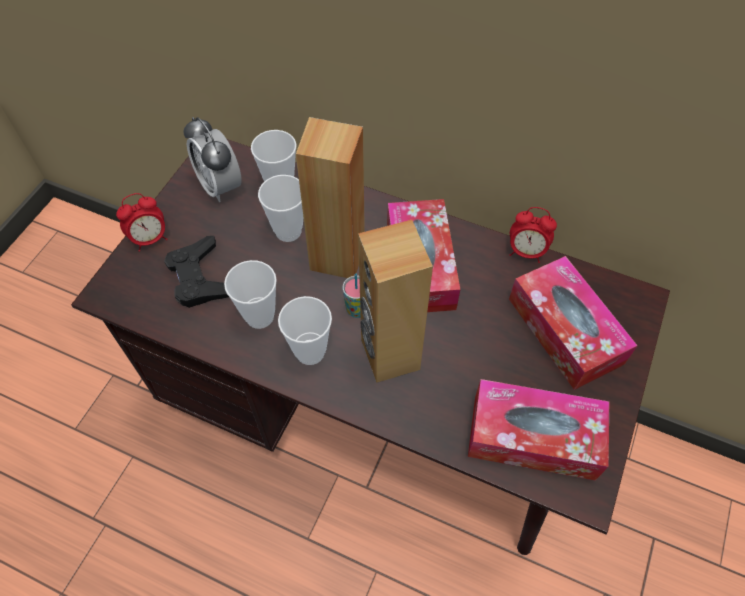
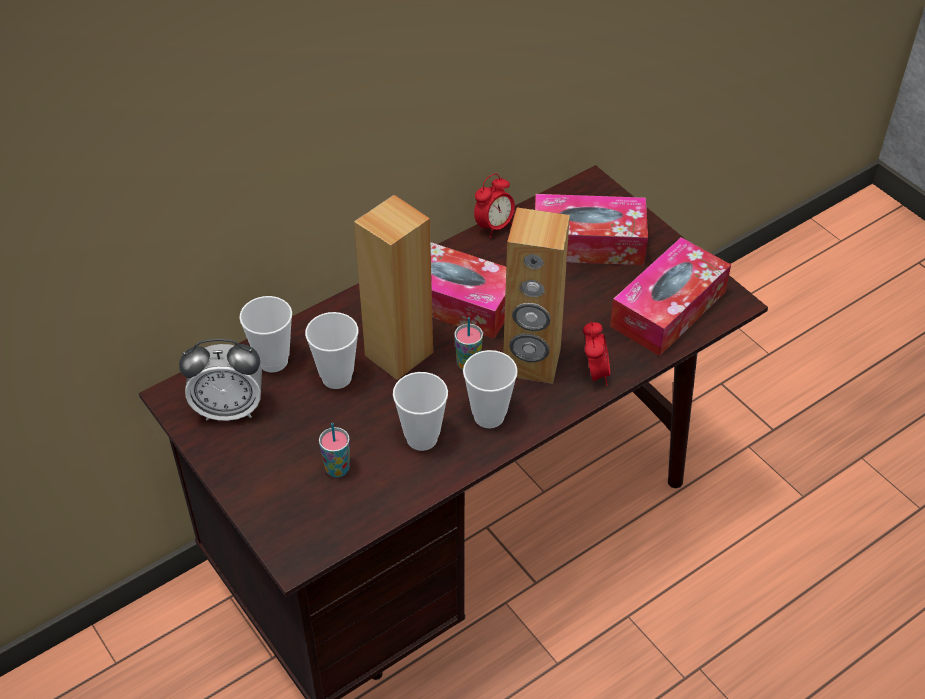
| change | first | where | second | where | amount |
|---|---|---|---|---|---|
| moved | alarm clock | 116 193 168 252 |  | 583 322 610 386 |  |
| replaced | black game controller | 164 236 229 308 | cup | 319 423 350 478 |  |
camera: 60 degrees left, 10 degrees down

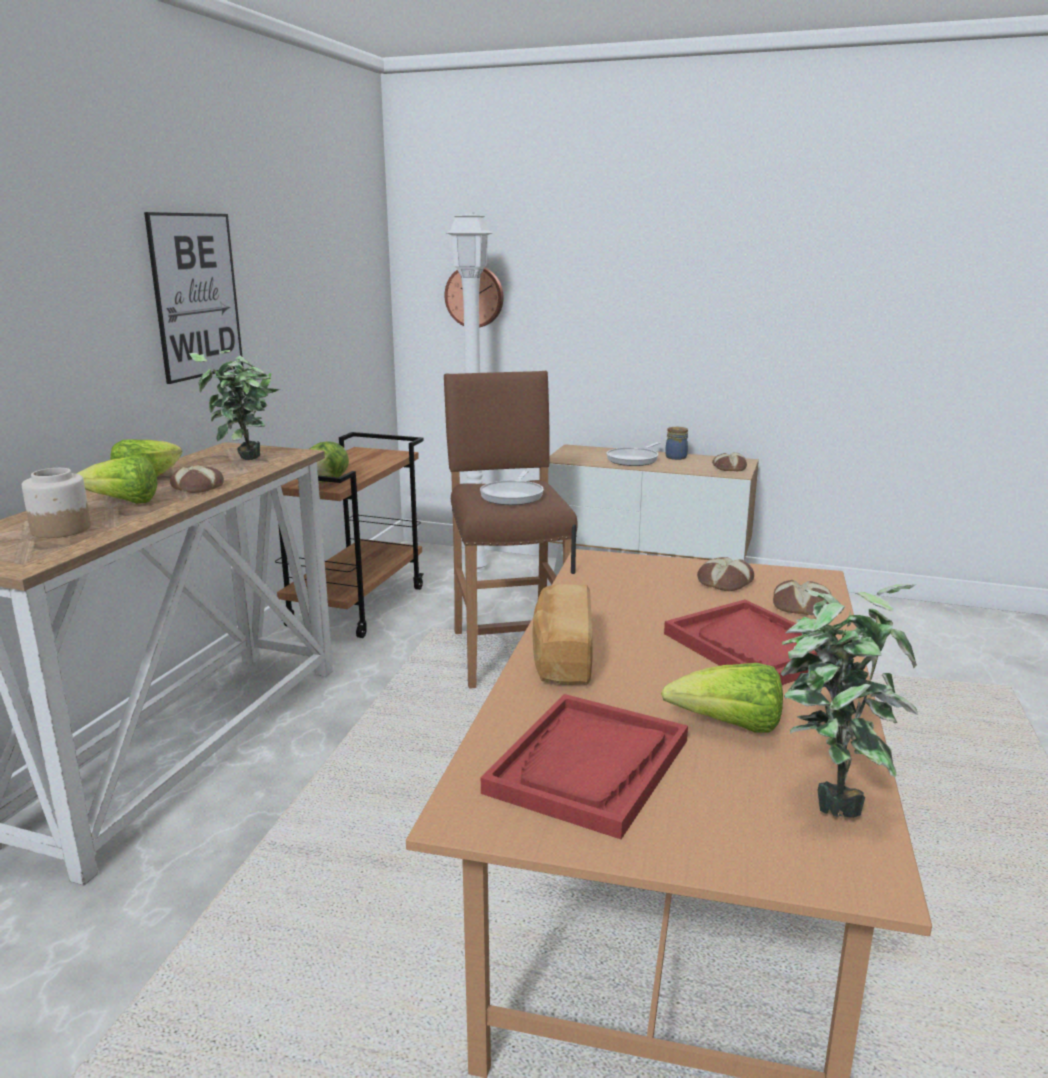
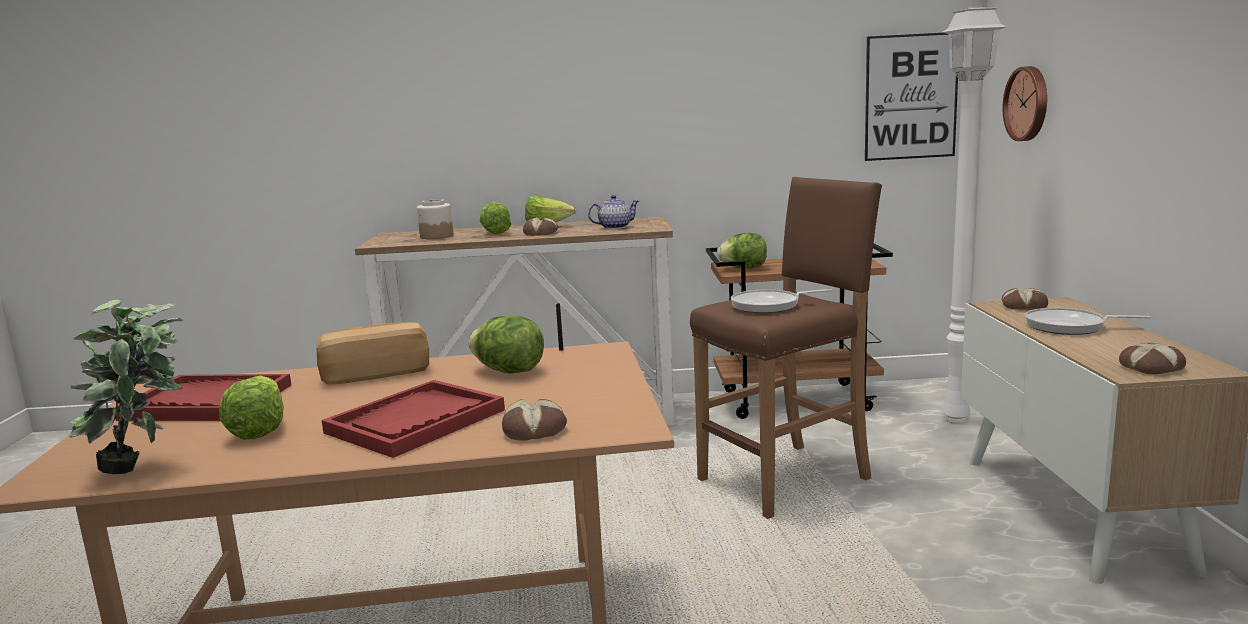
| change | first | where | second | where | amount |
|---|---|---|---|---|---|
| moved | picture | 144 212 243 384 |  | 865 33 958 161 |  |
| replaced | potted plant | 189 350 280 460 | teapot | 588 195 639 229 |  |
| removed | jar | 665 427 688 460 |  |  |  |
| moved | bread | 697 557 754 591 |  | 1002 288 1048 310 |  |
| added |  |  | lettuce | 468 315 544 374 |  |
camera: 70 degrees right, 5 degrees down

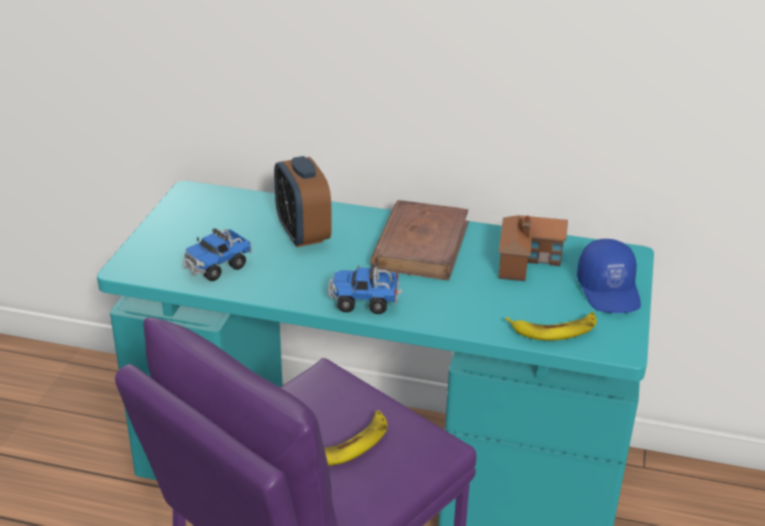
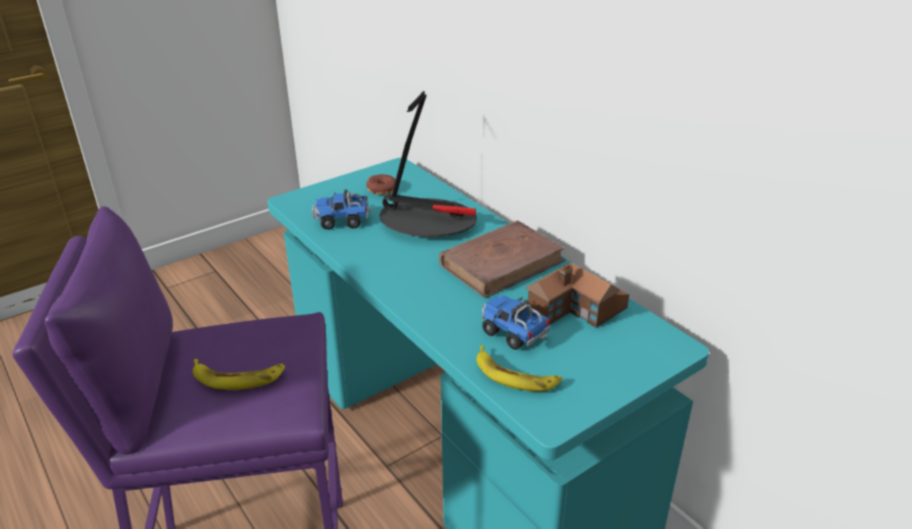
| change | first | where | second | where | amount |
|---|---|---|---|---|---|
| replaced | alarm clock | 274 156 332 247 | table lamp | 380 91 477 237 |  |
| moved | toy truck | 327 264 402 314 |  | 481 296 550 350 |  |
| removed | blue cap | 577 239 641 313 |  |  |  |
| added |  |  | donut | 366 174 396 195 |  |
camera: 40 degrees right, 0 degrees up

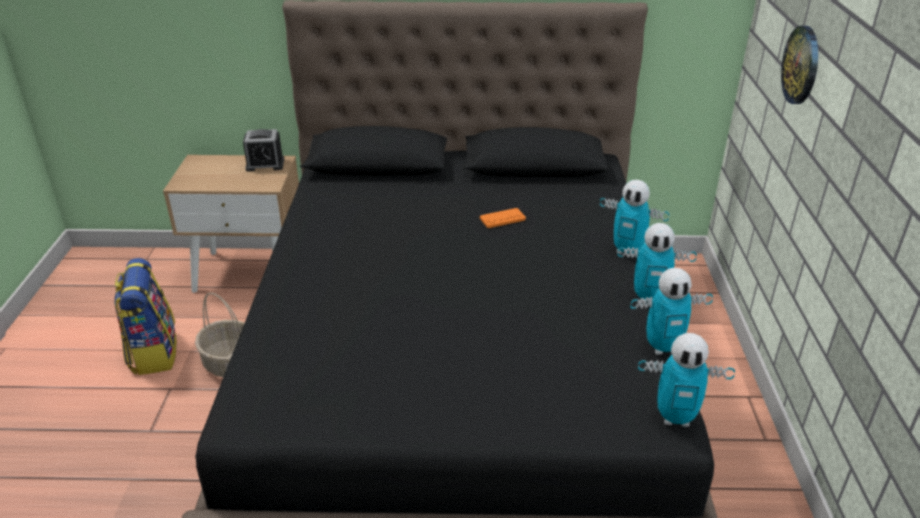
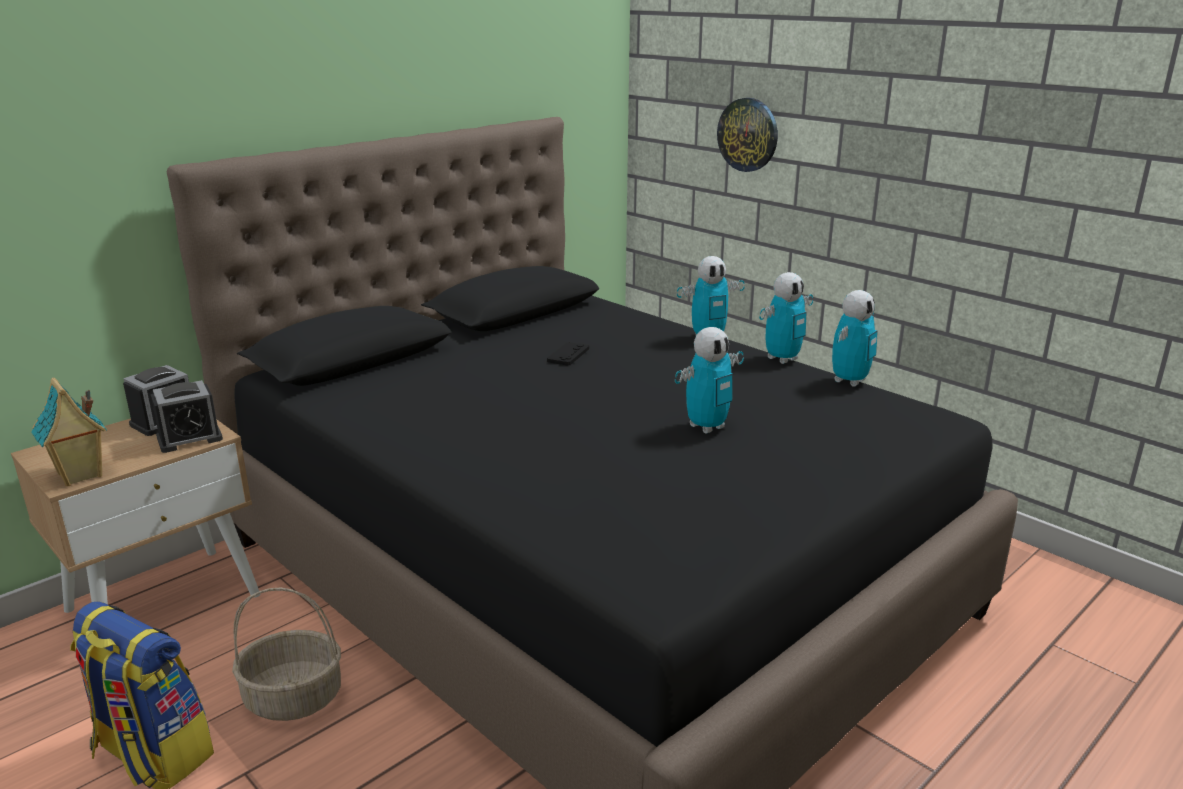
| change | first | where | second | where | amount |
|---|---|---|---|---|---|
| recoloured | orange game controller | 480 208 526 228 | black game controller | 547 342 589 366 |  |
| moved | toy robot | 638 333 735 427 |  | 675 327 744 434 |  |
| added |  |  | toy house | 31 377 107 486 |  |
| added |  |  | alarm clock | 151 380 223 453 |  |
camera: 45 degrees left, 10 degrees down

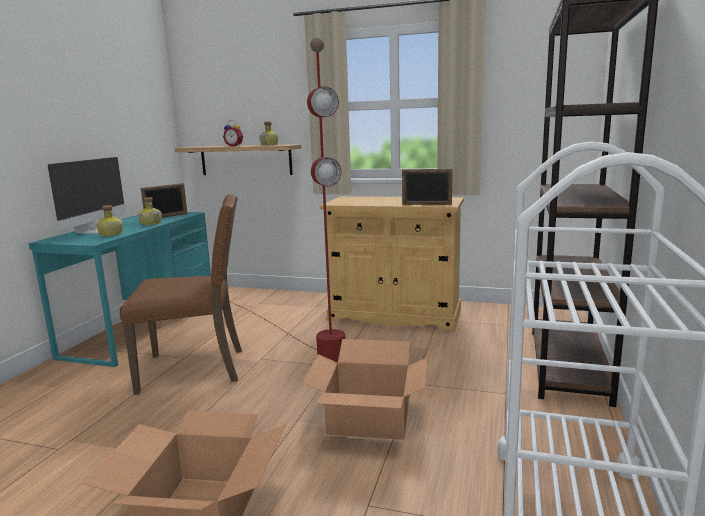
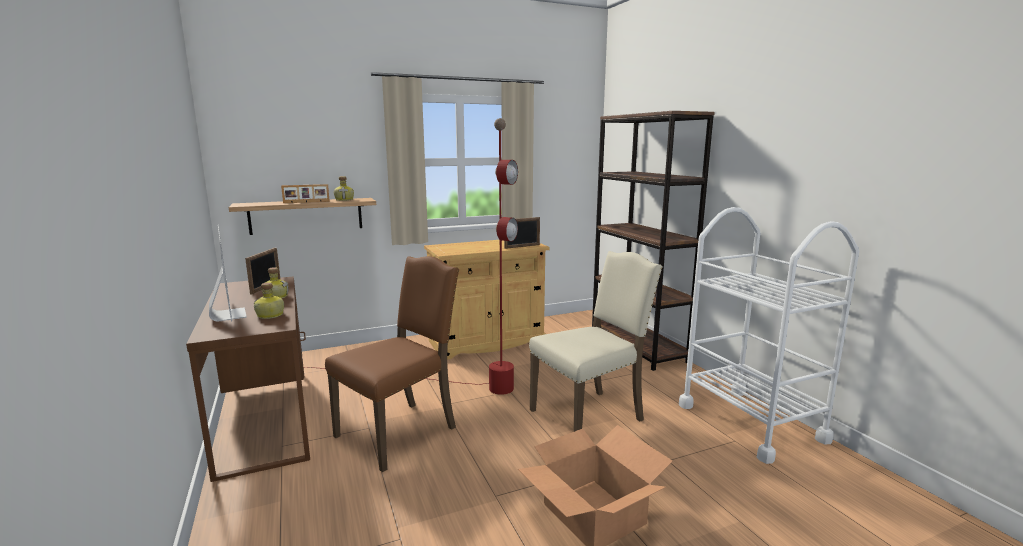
| change | first | where | second | where | amount |
|---|---|---|---|---|---|
| recoloured | turquoise desk | 29 212 211 367 | brown desk | 186 276 310 482 |  |
| replaced | alarm clock | 223 120 243 146 | picture frame | 281 184 330 203 |  |
| replaced | cardboard box | 303 339 428 440 | beige chair | 529 251 663 432 |  |
camera: 40 degrees left, 0 degrees up

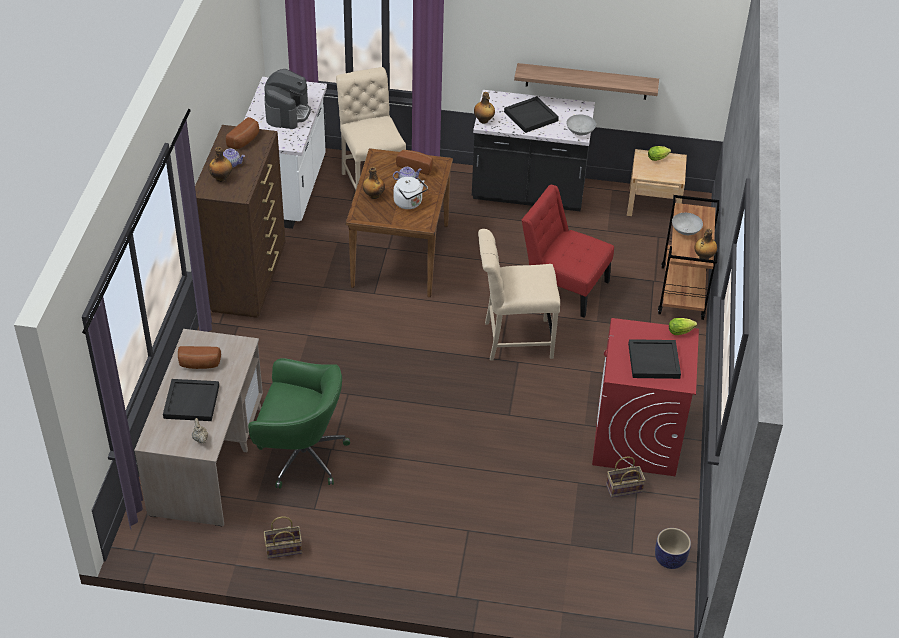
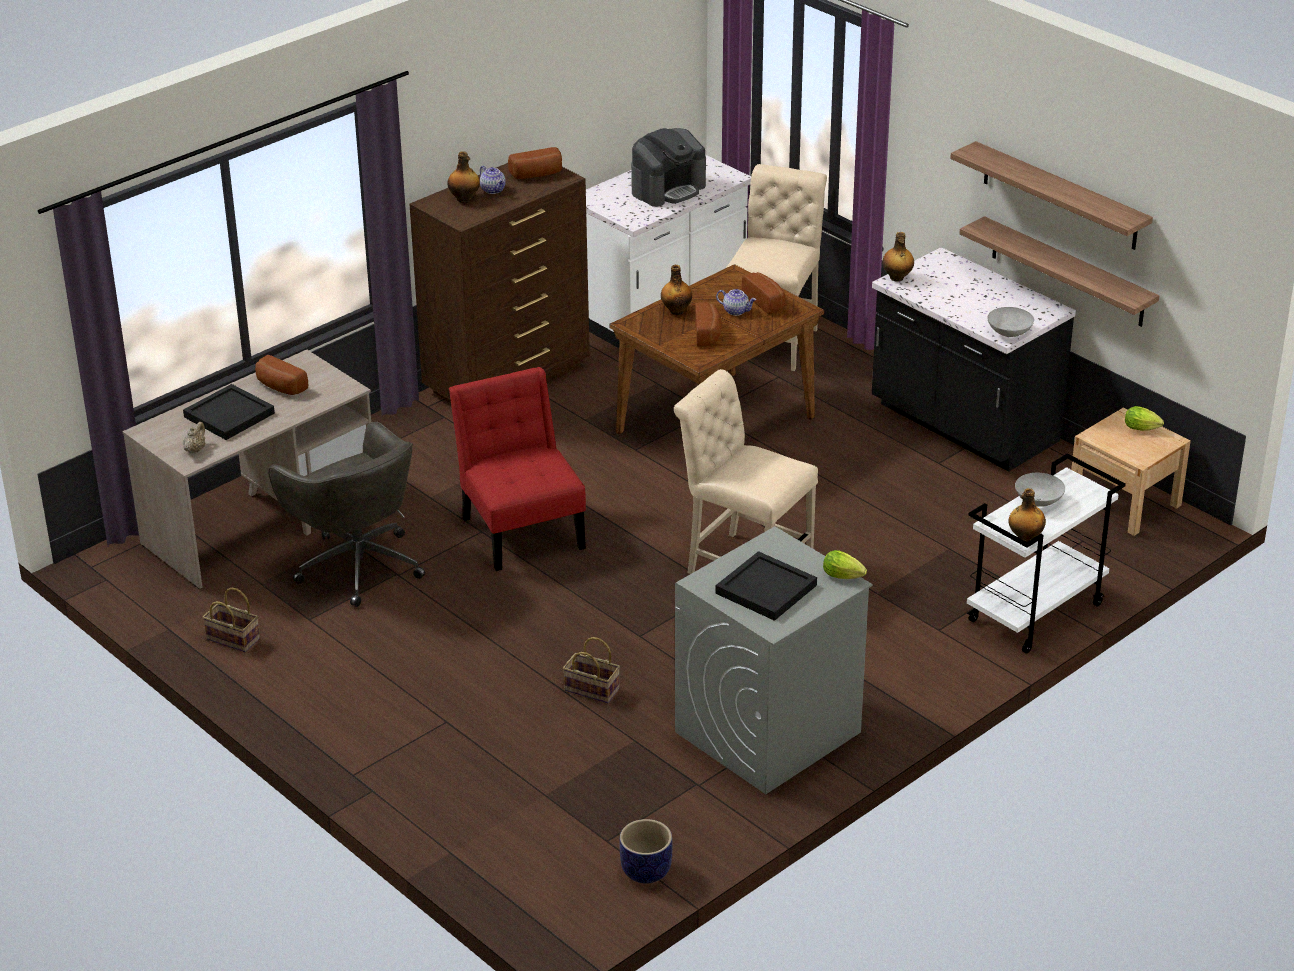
| change | first | where | second | where | amount |
|---|---|---|---|---|---|
| recoloured | green office chair | 248 358 350 489 | grey office chair | 268 422 425 607 |  |
| replaced | white kettle | 394 177 428 209 | bread | 695 302 722 346 |  |
| removed | black tray | 504 96 559 133 |  |  |  |
| moved | red chair | 522 185 614 318 |  | 449 367 586 571 |  |
| recoloured | red washing machine | 592 318 699 476 | grey washing machine | 675 526 873 794 |  |
| moved | basket | 606 456 646 498 |  | 563 637 620 703 |  |
| recoloured | brown cart | 658 195 719 320 | white cart | 967 454 1126 654 |  |
| added |  |  | shelf | 950 141 1153 250 |  |
camera: 40 degrees right, 10 degrees down

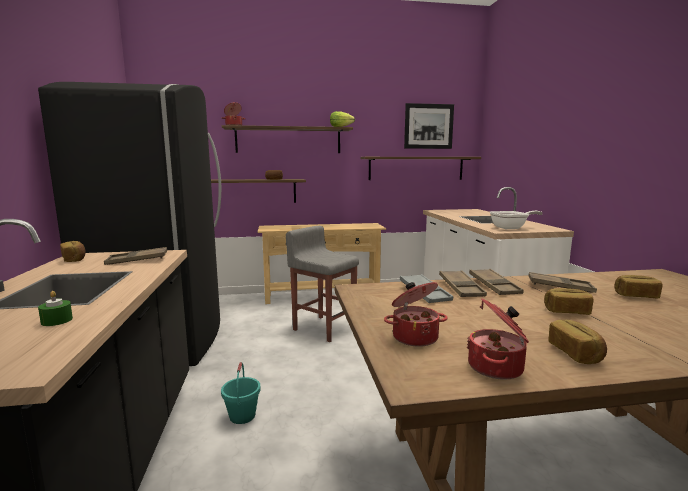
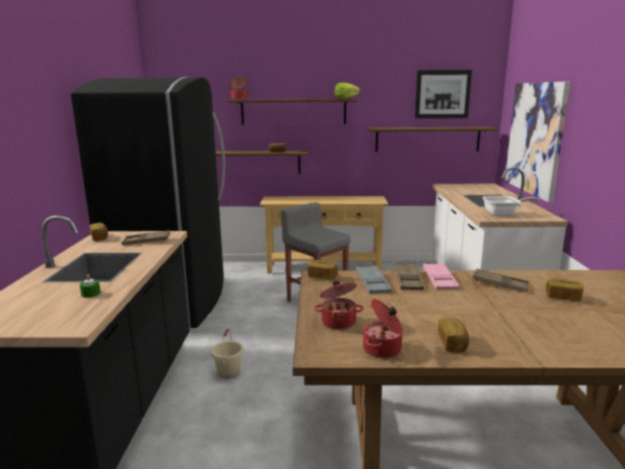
| change | first | where | second | where | amount |
|---|---|---|---|---|---|
| recoloured | turquoise bucket | 221 362 261 424 | beige bucket | 211 329 244 379 |  |
| recoloured | brown tray | 469 269 524 295 | pink tray | 423 263 459 289 |  |
| moved | bread | 544 288 593 315 |  | 308 260 338 280 |  |
| added |  |  | picture | 505 82 570 202 |  |
camera: 10 degrees right, 5 degrees up

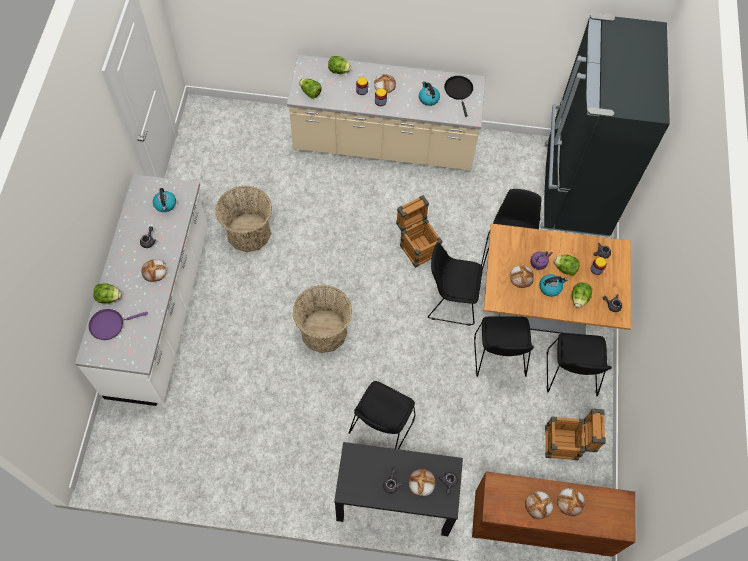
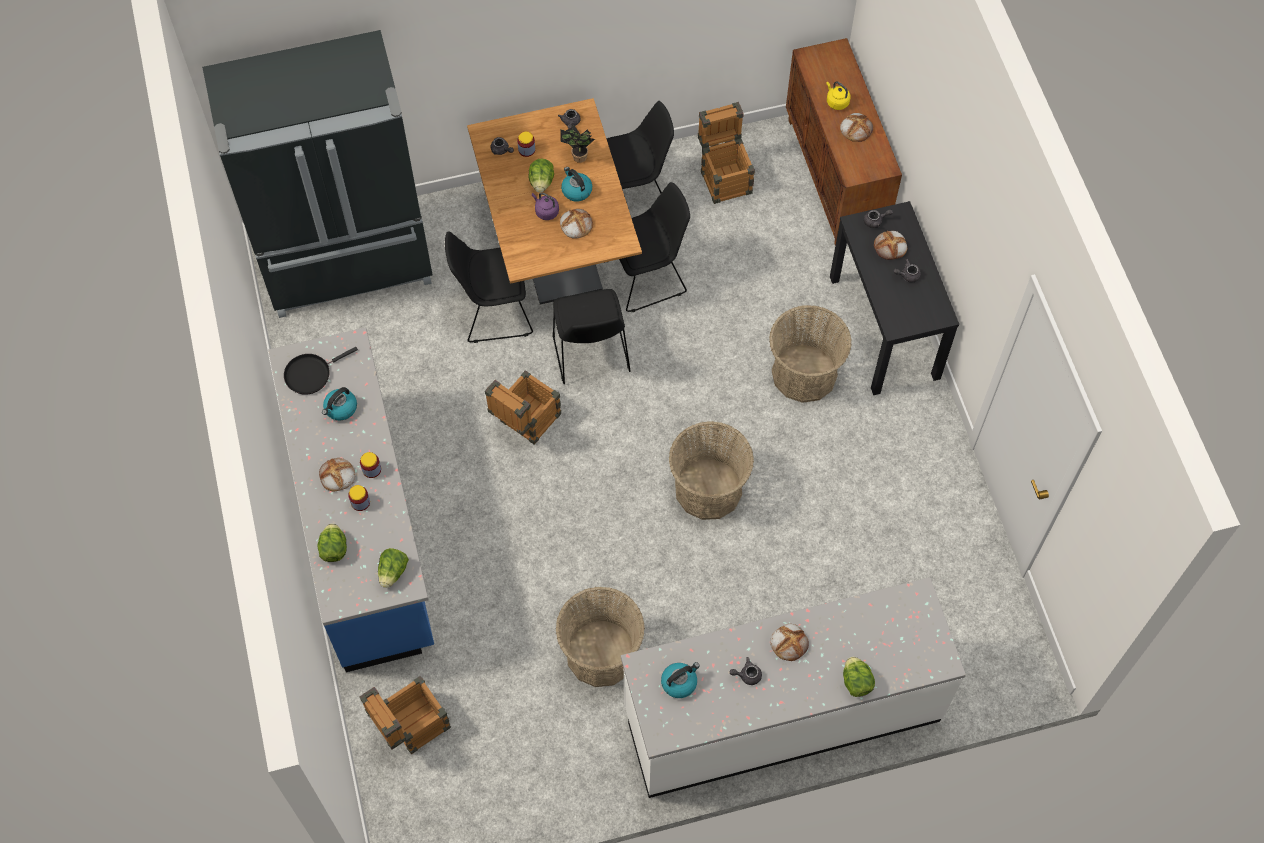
| change | first | where | second | where | amount |
|---|---|---|---|---|---|
| removed | purple frying pan | 89 309 148 340 |  |  |  |
| recoloured | beige counter | 287 55 486 170 | blue counter | 268 327 434 672 |  |
| replaced | black chair | 349 381 415 449 | basket | 769 305 852 403 |  |
| replaced | bread | 557 488 585 516 | yellow kettle | 826 81 851 110 |  |
| replaced | lettuce | 572 282 592 308 | potted plant | 560 125 595 163 |  |
| added |  |  | crate | 360 676 451 754 |  |
camera: 110 degrees left, 0 degrees up

